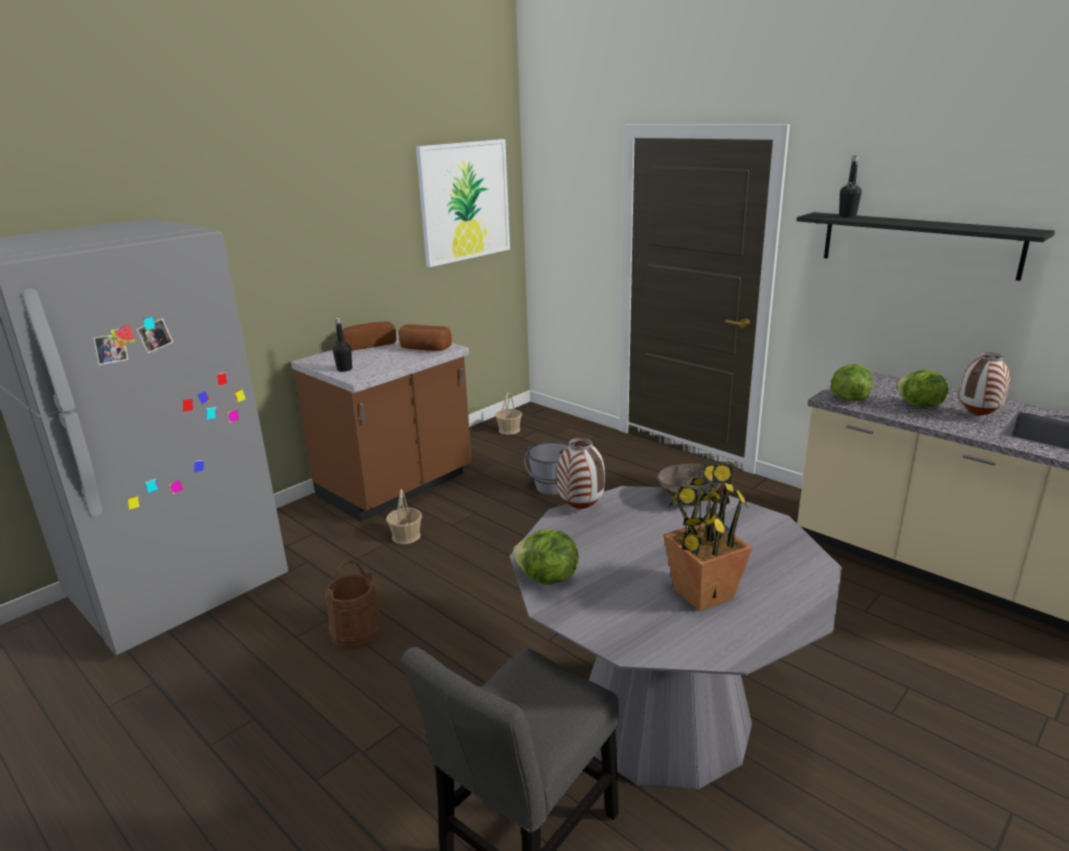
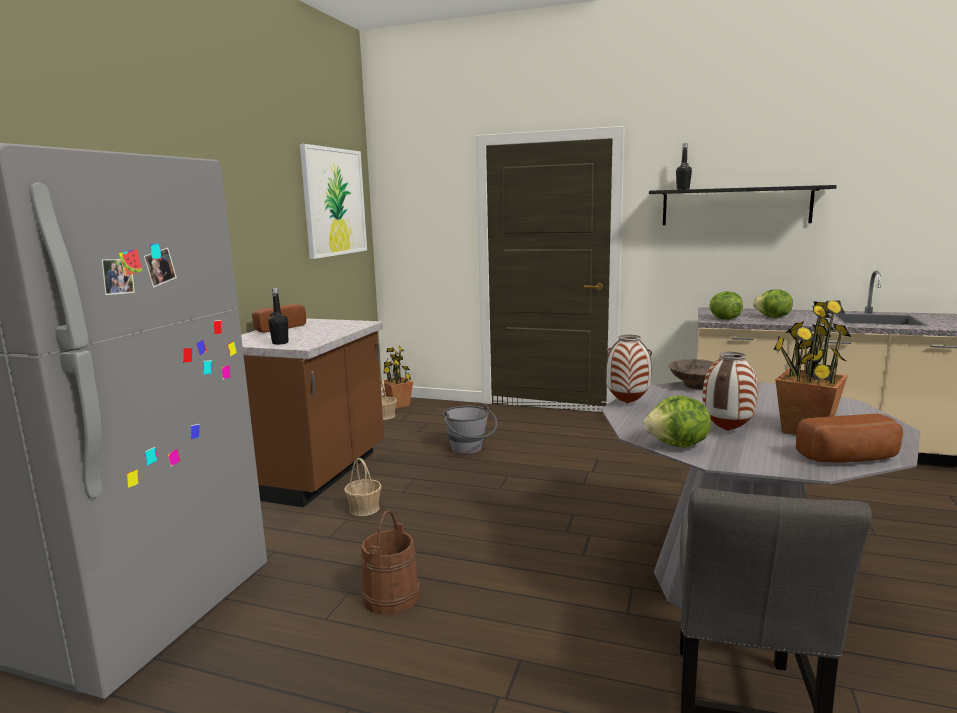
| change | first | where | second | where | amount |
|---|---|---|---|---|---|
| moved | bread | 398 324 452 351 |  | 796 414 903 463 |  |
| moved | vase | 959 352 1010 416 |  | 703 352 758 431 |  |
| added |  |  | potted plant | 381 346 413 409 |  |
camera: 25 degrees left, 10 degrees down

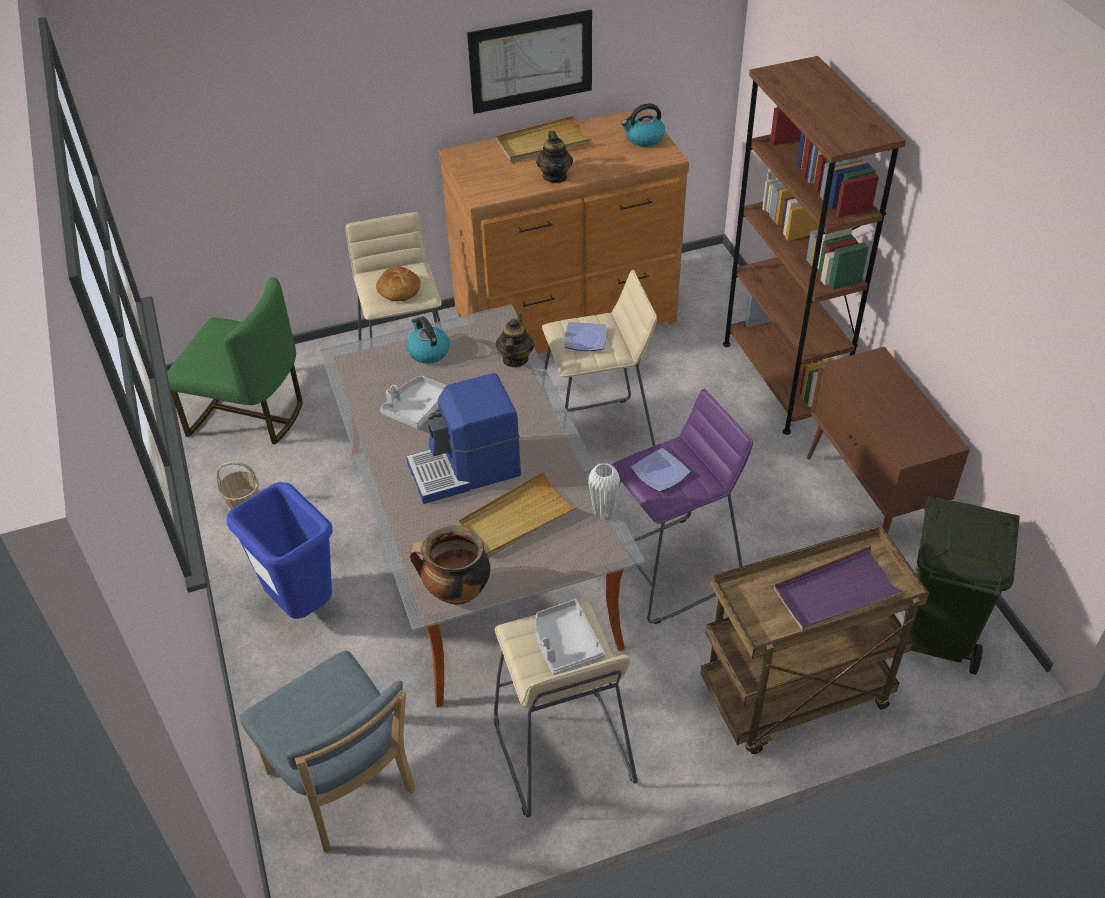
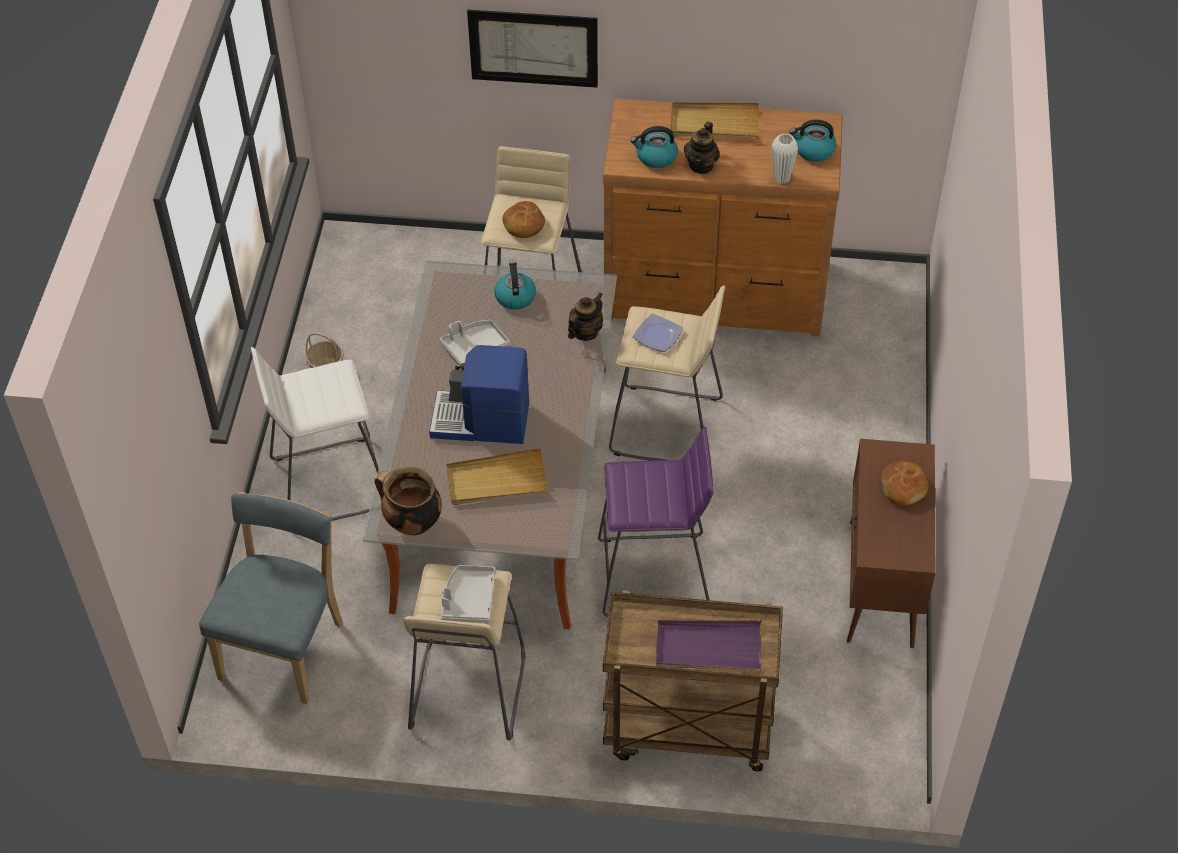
| change | first | where | second | where | amount |
|---|---|---|---|---|---|
| removed | green chair | 167 277 303 445 |  |  |  |
| replaced | blue trash can | 227 482 333 619 | white stool | 251 347 379 521 |  |
| turned | blue chair | 240 651 416 853 |  | 199 492 343 704 | 150 degrees counterclockwise |
| moved | picture | 467 10 592 114 |  | 467 10 598 88 |  |
| moved | white vase | 588 463 620 520 |  | 771 133 798 184 |  |
| removed | plate | 631 448 690 492 |  |  |  |
| removed | brown bookcase | 723 56 906 435 |  |  |  |
| removed | green trash can | 903 496 1020 675 |  |  |  |
| added |  |  | kettle | 630 126 678 168 |  |
| added |  |  | bread | 881 461 928 505 |  |
camera: 25 degrees right, 5 degrees up

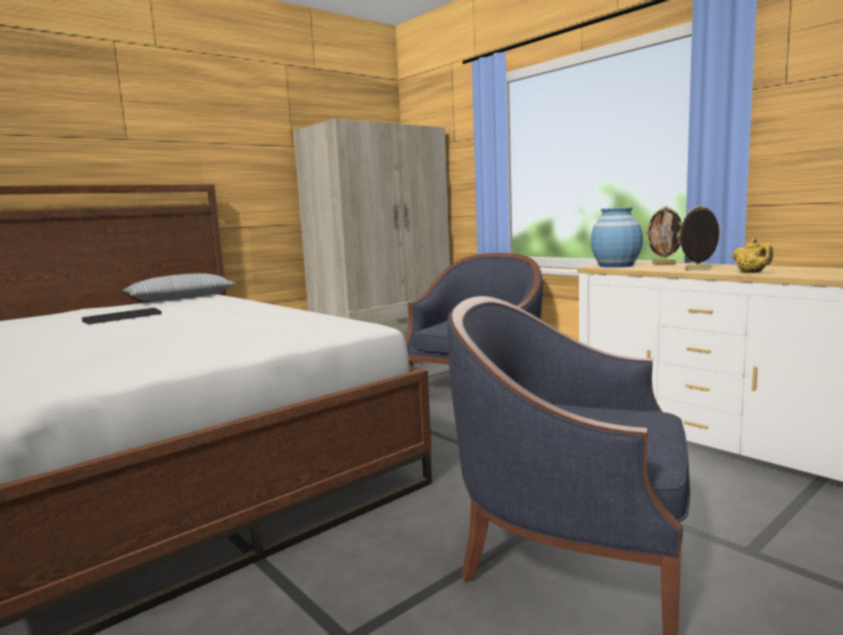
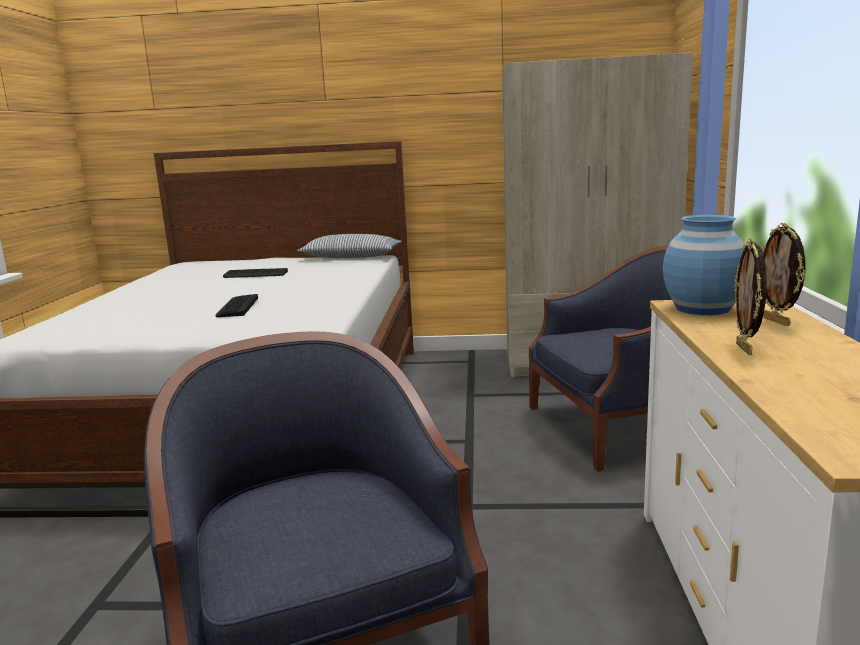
| change | first | where | second | where | amount |
|---|---|---|---|---|---|
| turned | picture frame | 677 205 721 270 |  | 734 238 767 355 | 135 degrees counterclockwise |
| removed | yellow teapot | 732 238 773 273 |  |  |  |
| added |  |  | keyboard | 216 294 258 317 |  |
camera: 45 degrees right, 5 degrees up

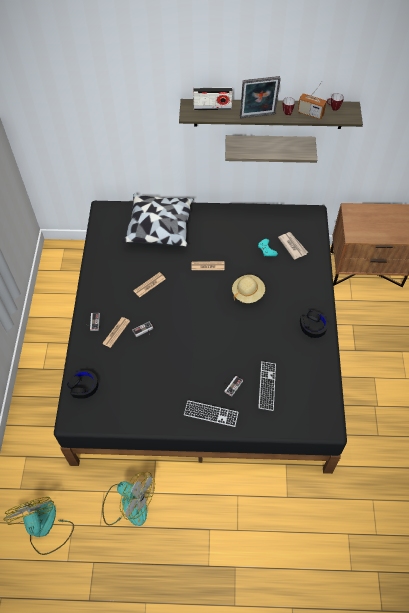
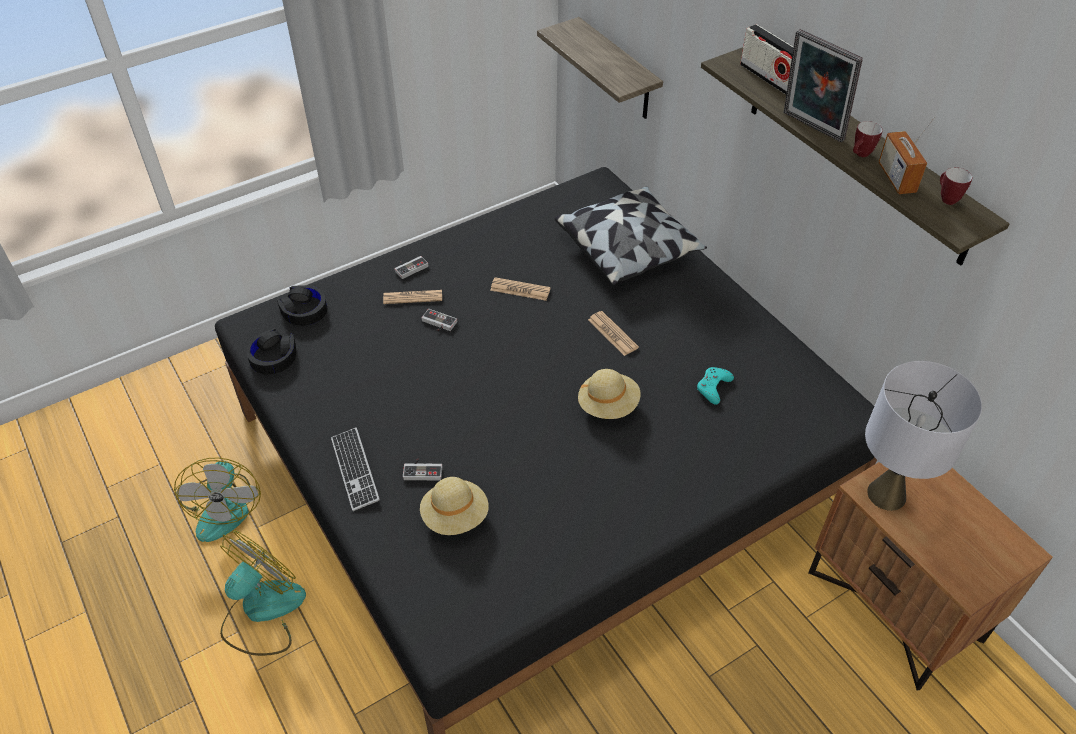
| change | first | where | second | where | amount |
|---|---|---|---|---|---|
| moved | fan | 3 497 74 555 |  | 220 530 306 656 |  |
| moved | shelf | 225 135 317 163 |  | 537 17 663 119 |  |
| replaced | keyboard | 258 361 276 411 | beige hat | 420 477 489 535 |  |
| removed | newspaper | 278 232 308 260 |  |  |  |
| moved | black headphones | 300 310 328 338 |  | 246 329 296 375 |  |
| added |  |  | grey table lamp | 865 361 982 511 |  |
camera: 55 degrees right, 10 degrees down

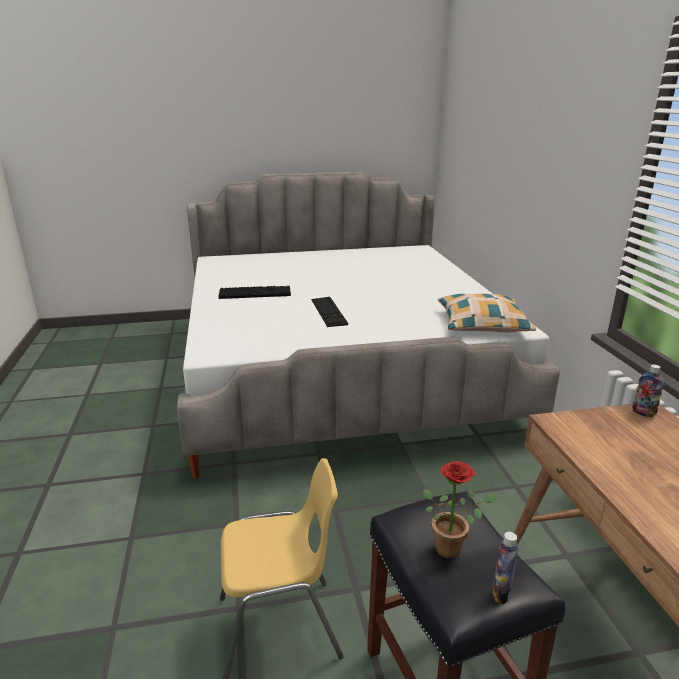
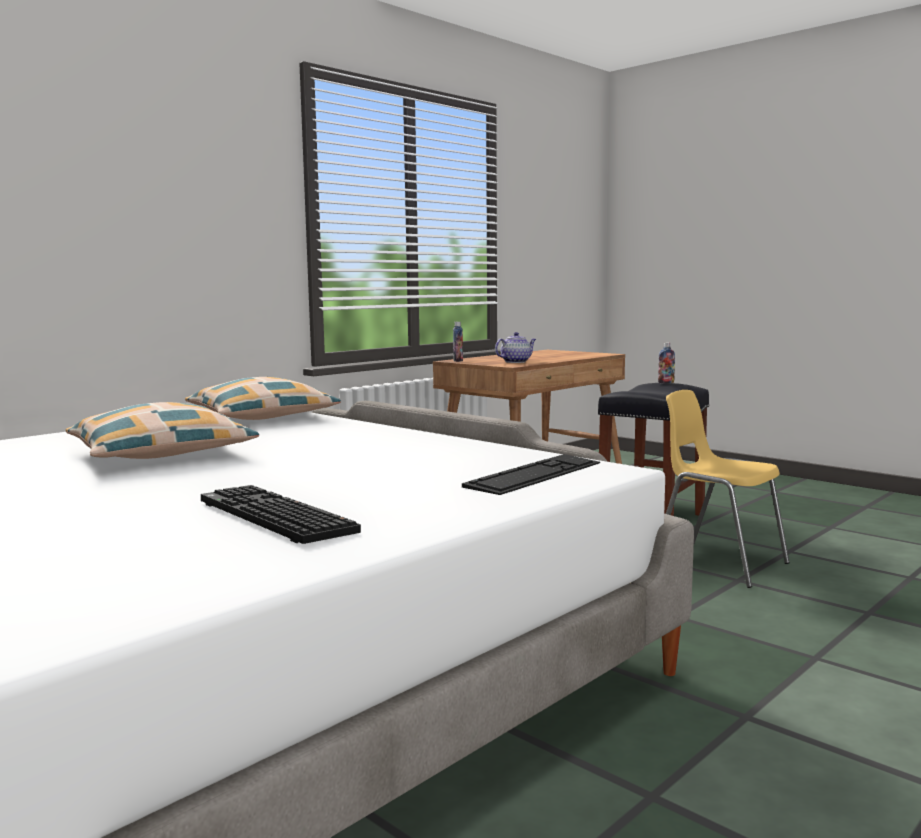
| change | first | where | second | where | amount |
|---|---|---|---|---|---|
| moved | keyboard | 311 297 348 327 |  | 462 454 600 495 |  |
| removed | potted plant | 423 461 498 558 |  |  |  |
| added |  |  | pillow | 66 402 259 459 |  |
| added |  |  | teapot | 495 332 536 363 |  |
camera: 125 degrees left, 15 degrees down

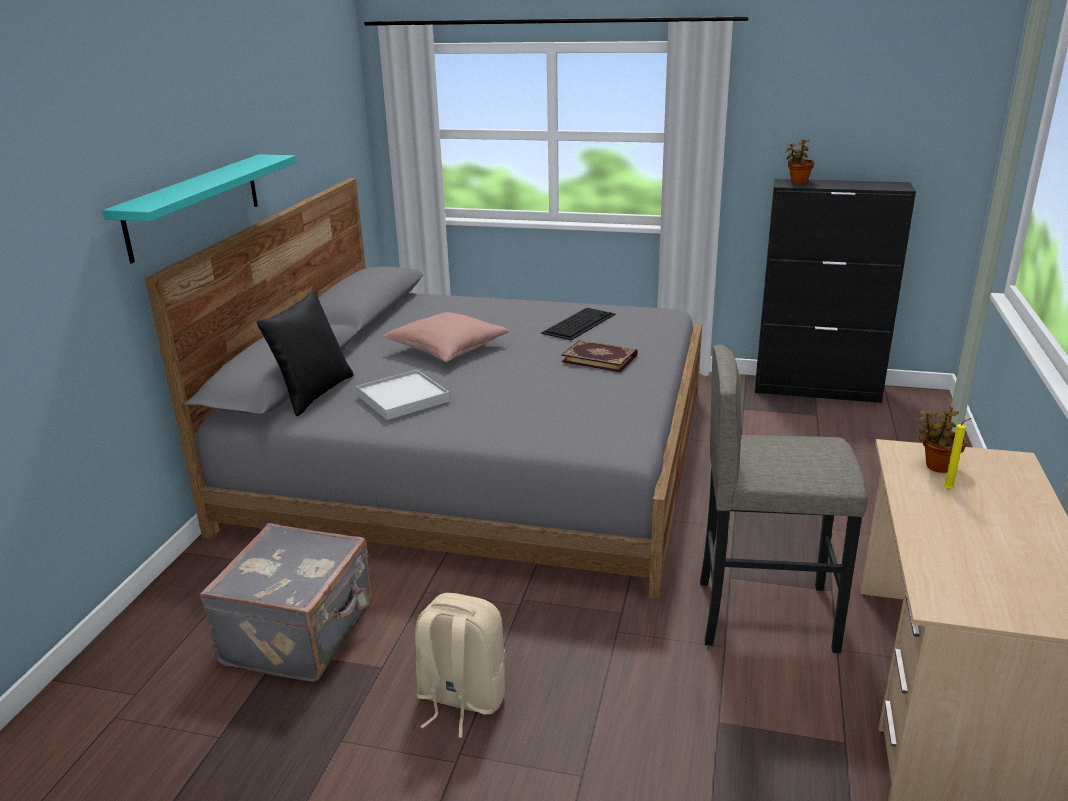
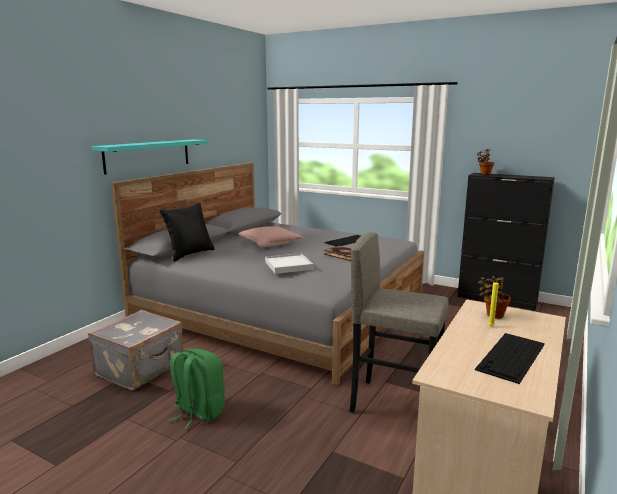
| change | first | where | second | where | amount |
|---|---|---|---|---|---|
| moved | white tray | 356 370 450 420 |  | 265 253 313 274 |  |
| recoloured | beige backpack | 415 593 506 738 | green backpack | 169 348 225 429 |  |
| added |  |  | keyboard | 475 333 545 384 |  |
camera: 15 degrees right, 10 degrees down

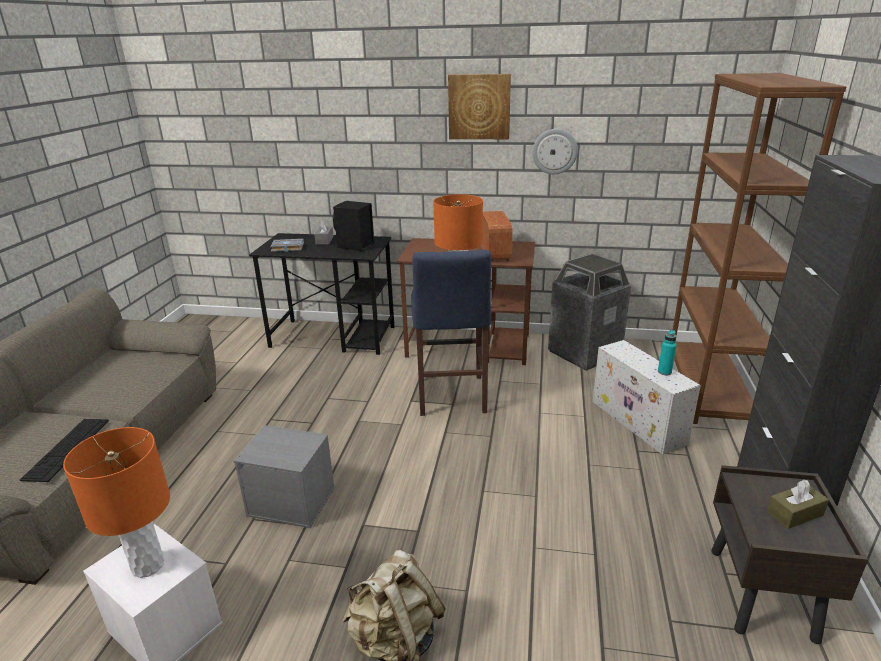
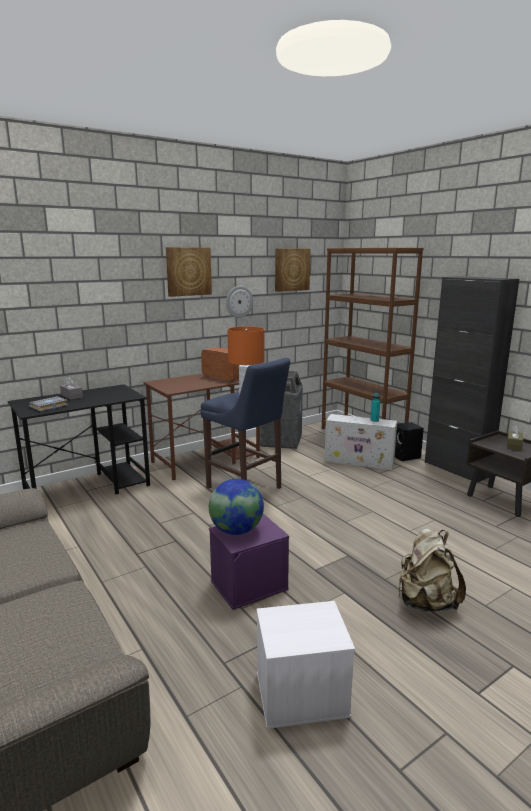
| change | first | where | second | where | amount |
|---|---|---|---|---|---|
| removed | keyboard | 20 419 109 482 |  |  |  |
| removed | orange table lamp | 63 427 170 578 |  |  |  |
| recoloured | grey storage box | 234 425 335 528 | purple storage box | 209 514 289 610 |  |
| moved | black speaker | 333 201 374 251 |  | 395 422 424 461 |  |
| added |  |  | globe | 209 479 264 535 |  |
| added |  |  | picture | 275 248 311 292 |  |
camera: 45 degrees left, 10 degrees down

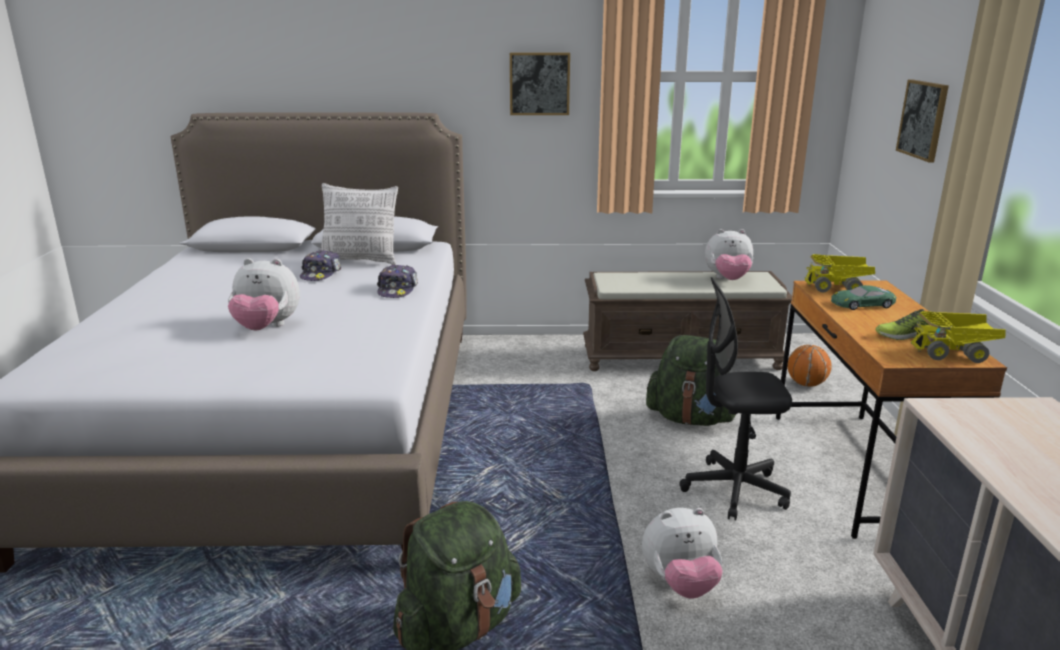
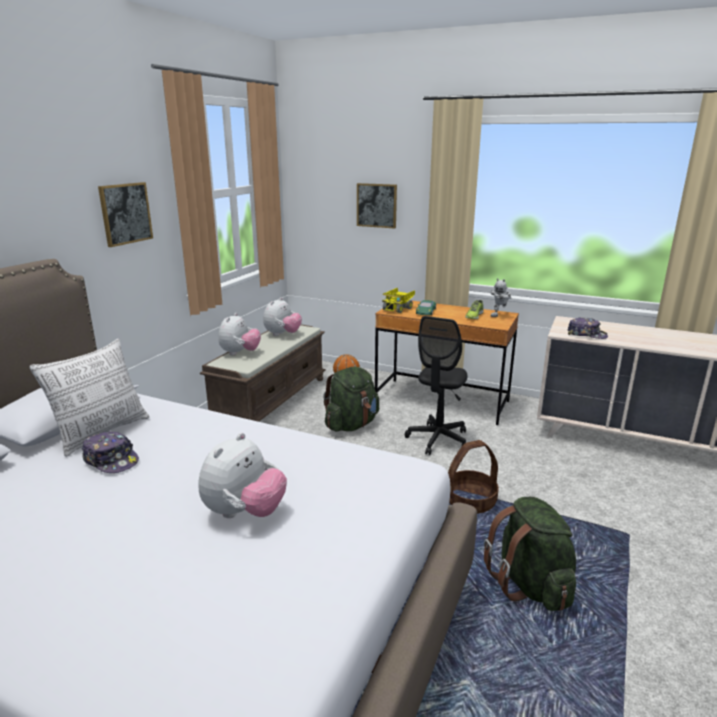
| change | first | where | second | where | amount |
|---|---|---|---|---|---|
| moved | cap | 377 264 418 298 |  | 568 317 608 339 |  |
| moved | plush toy | 642 508 723 598 |  | 219 313 261 355 |  |
| replaced | toy truck | 911 311 1006 363 | toy robot | 491 278 511 317 |  |
| added |  |  | basket | 448 440 499 514 |  |
camera: 65 degrees left, 0 degrees up

